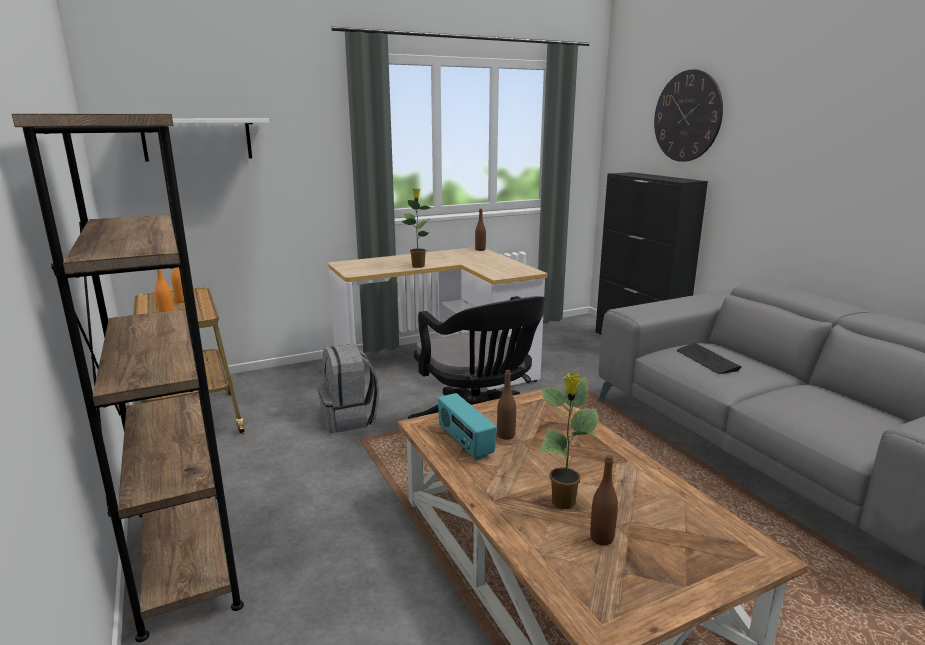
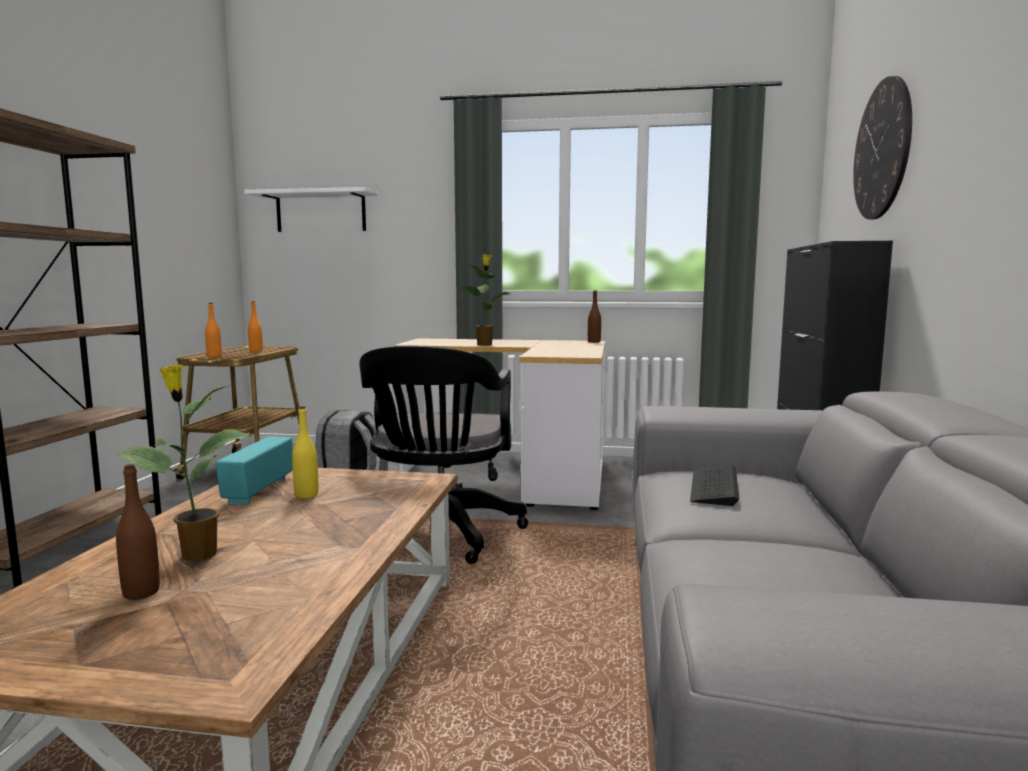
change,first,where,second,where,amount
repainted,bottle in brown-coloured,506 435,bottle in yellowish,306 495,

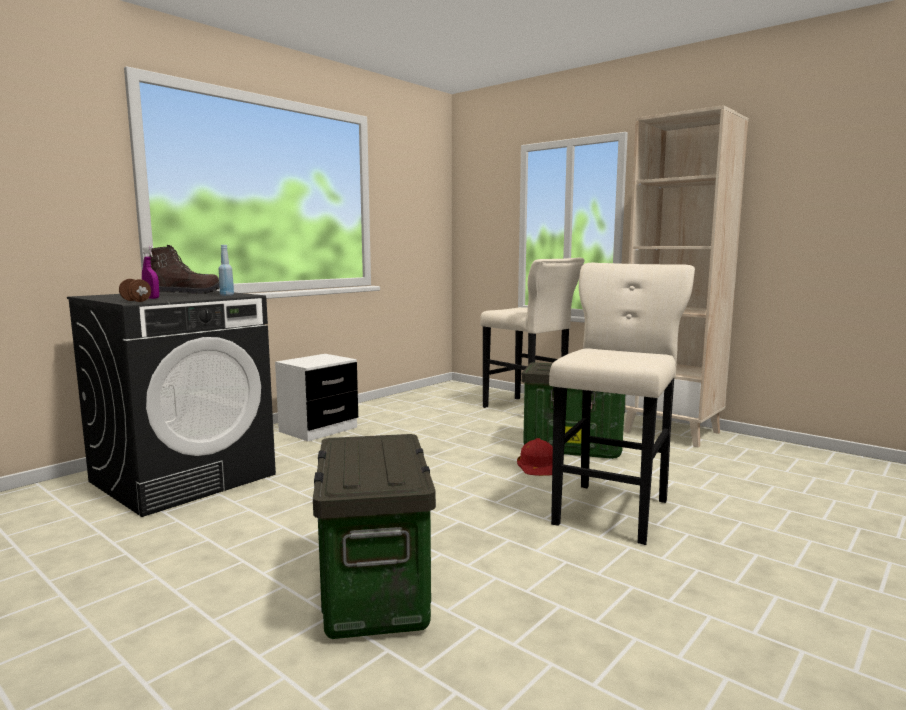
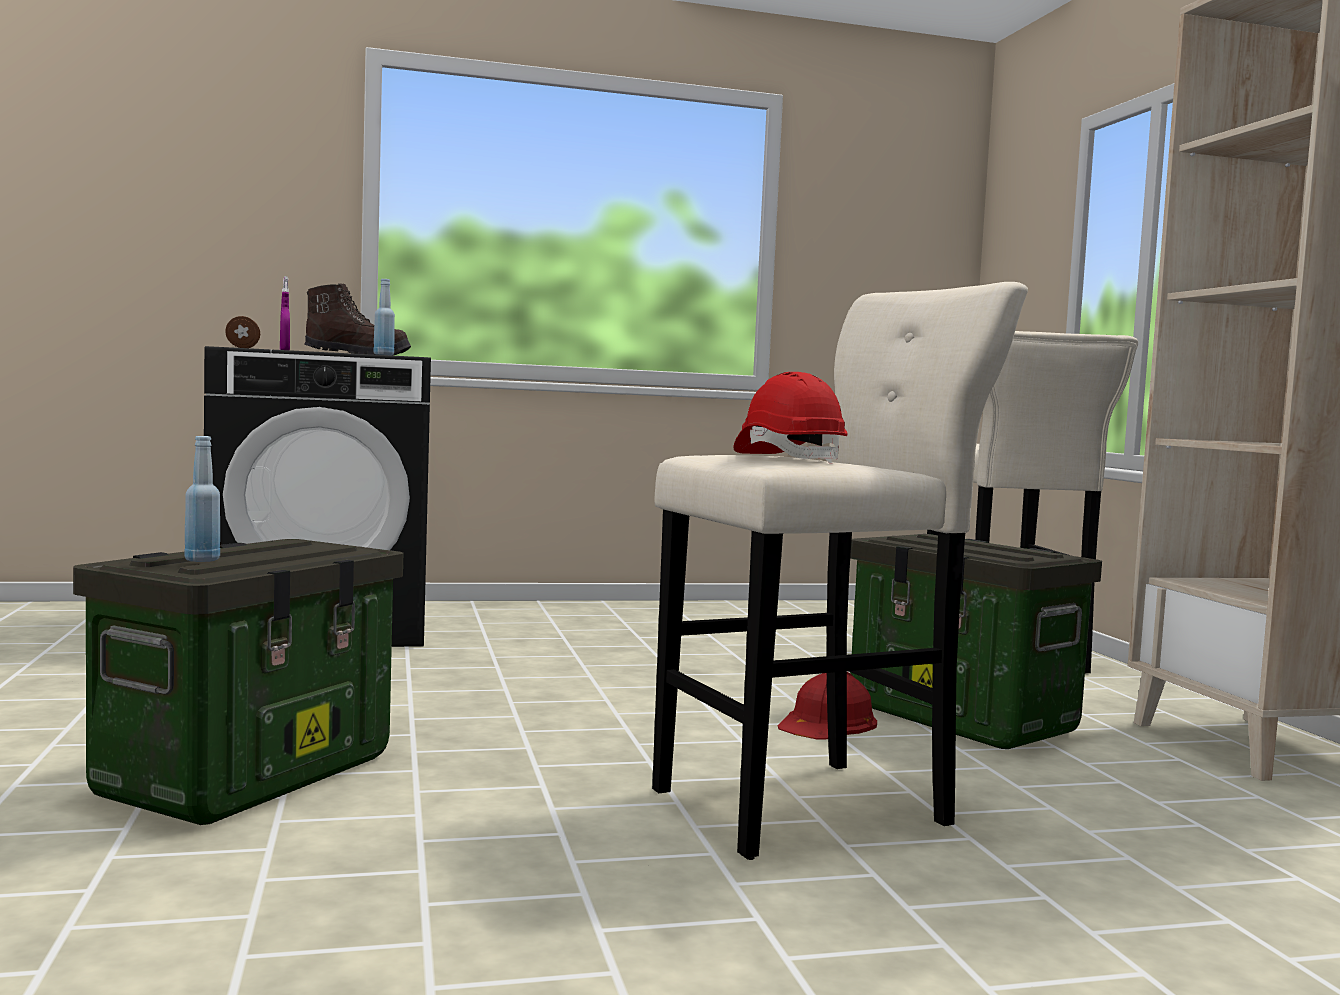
change,first,where,second,where,amount
gone,night table in whitish,318 429,,,
new,,,hard hat in reddish,789 459,
new,,,bottle in bluish,202 560,

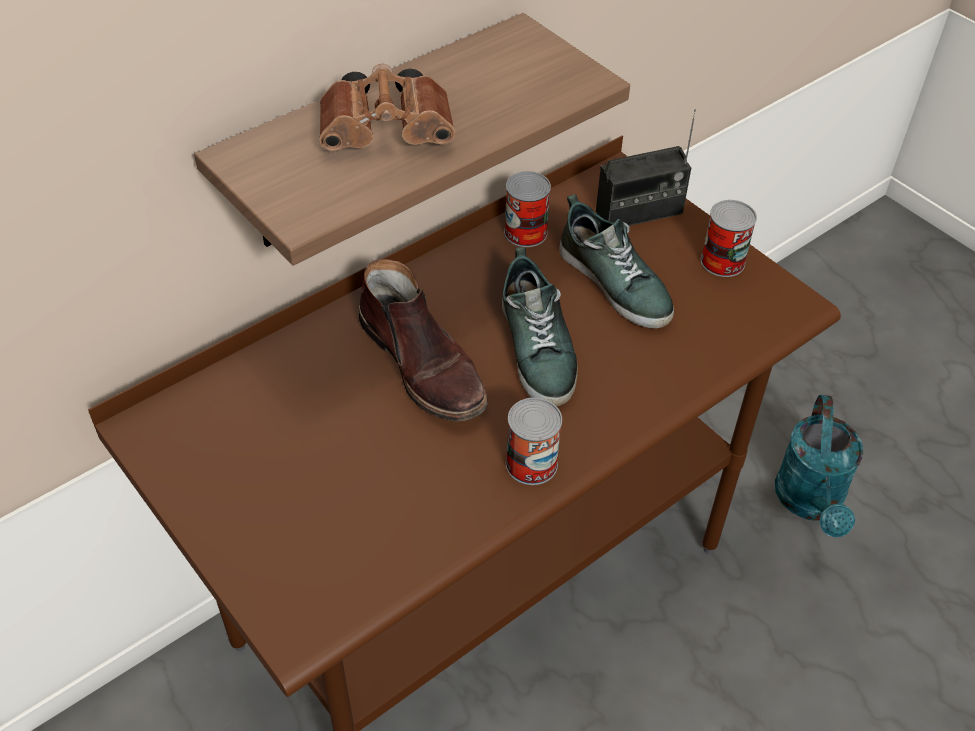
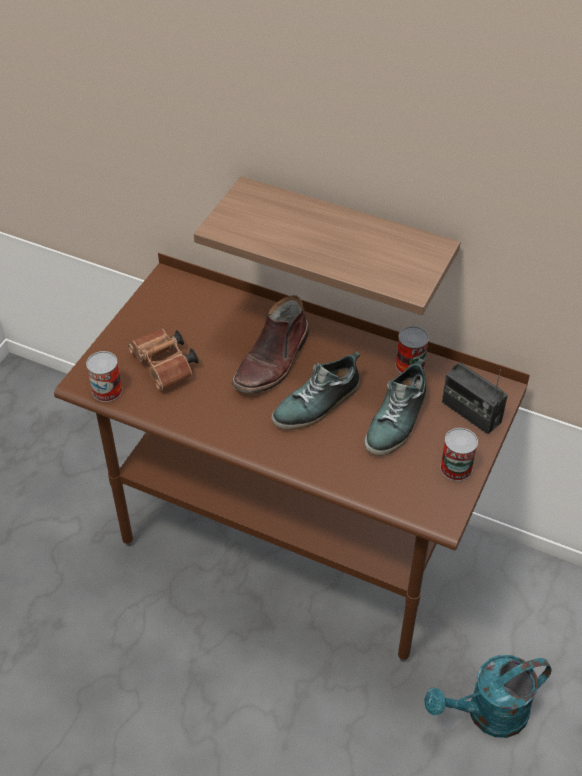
change,first,where,second,where,amount
shifted,binoculars in brown-coloured,390 133,,165 368,
shifted,metal can,531 464,,107 390,

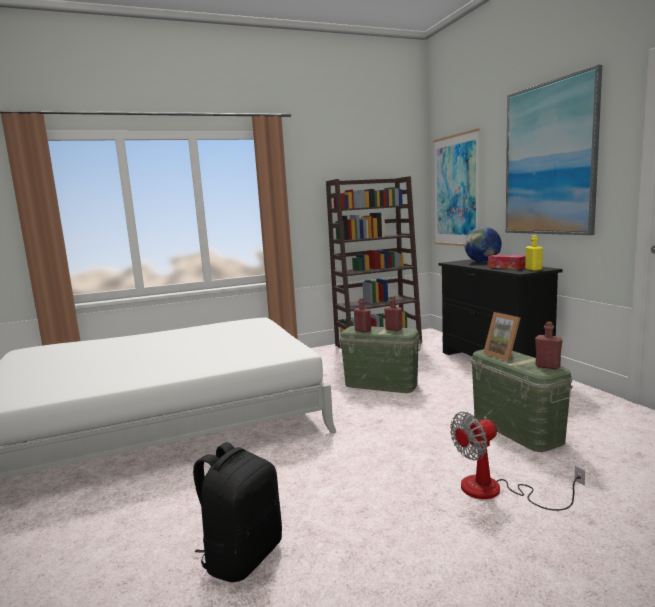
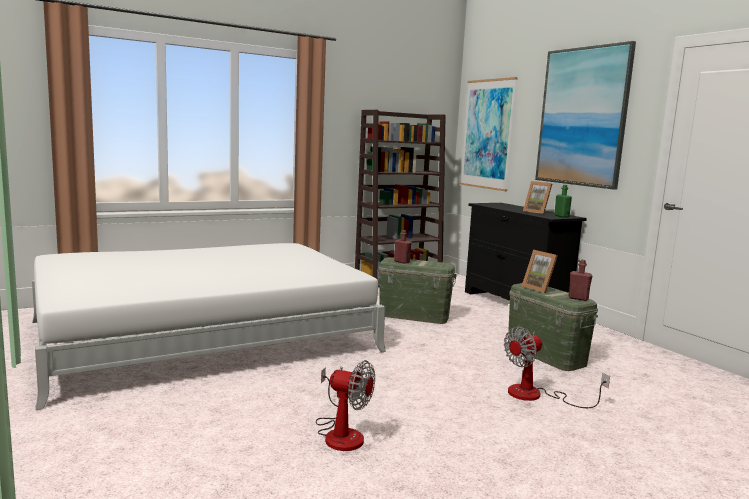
change,first,where,second,where,amount
gone,globe,482 262,,,
repainted,bottle in yellowish,533 269,bottle in green,561 216,
swapped,tissue holder,507 267,standing frame,537 212,
gone,bottle in reddish,393 329,,,
swapped,knapsack in black-coloured,242 555,fan,341 433,

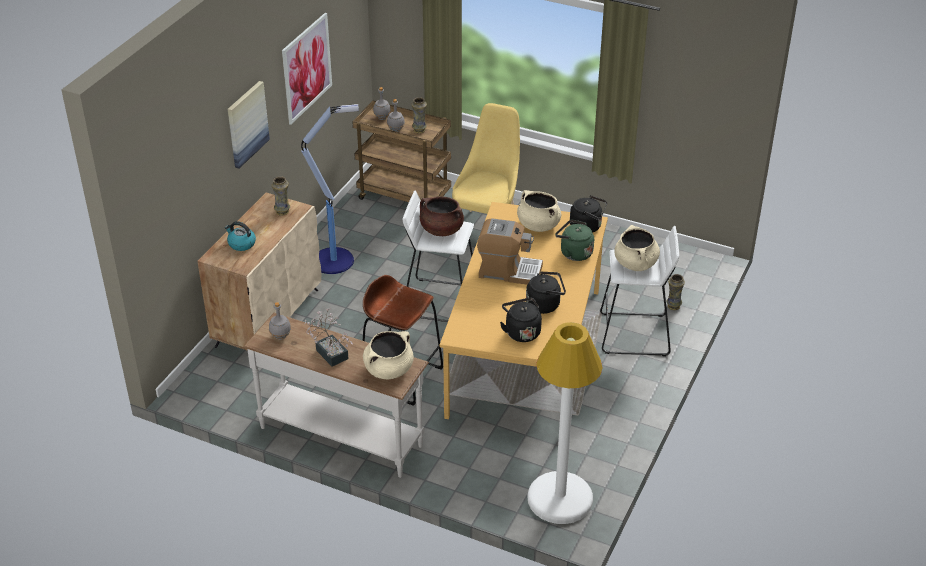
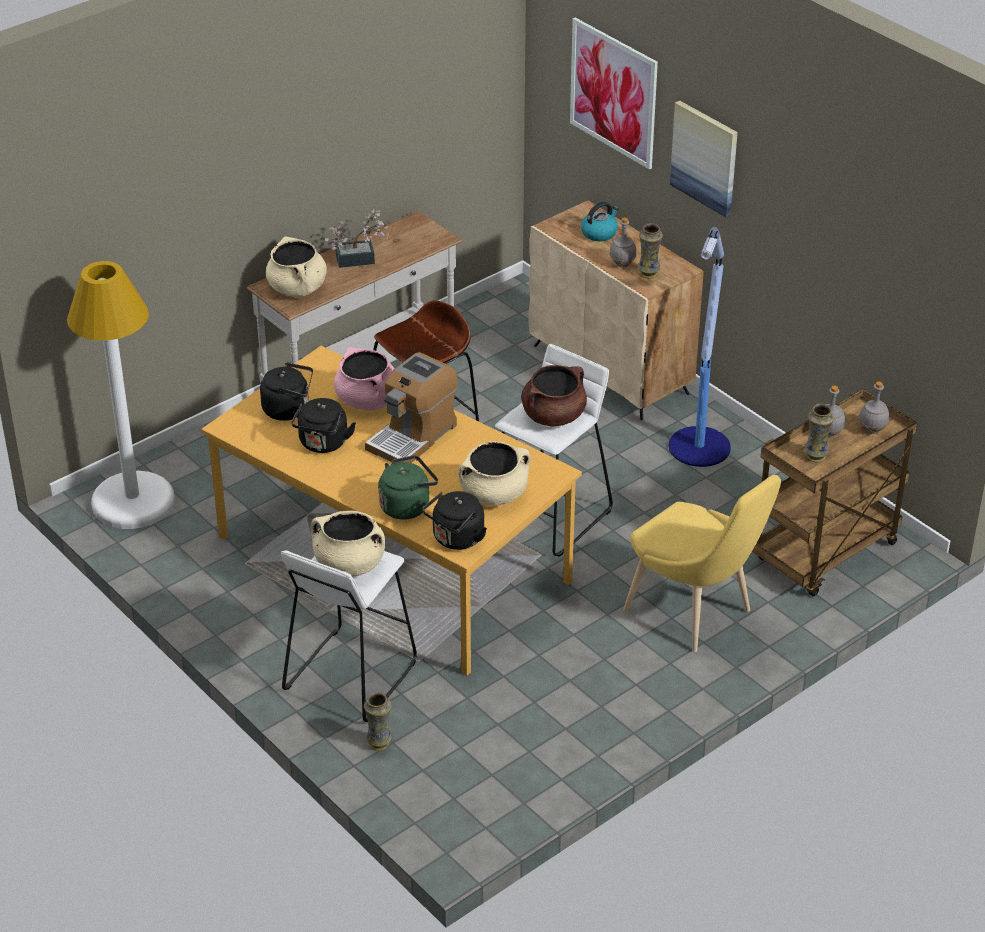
change,first,where,second,where,amount
shifted,picture,307 68,,613 92,
shifted,bottle in grey,281 336,,622 264,
new,,,stockpot in pinkish,367 400,

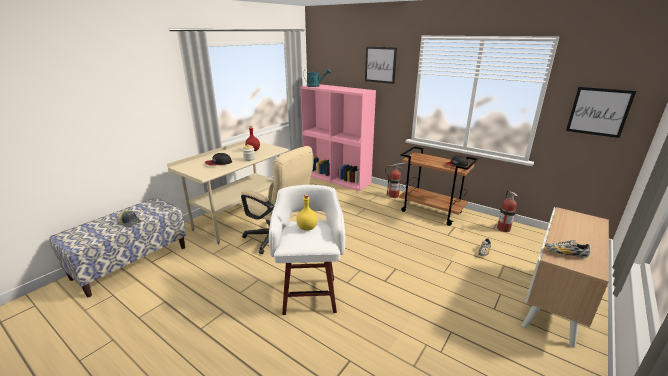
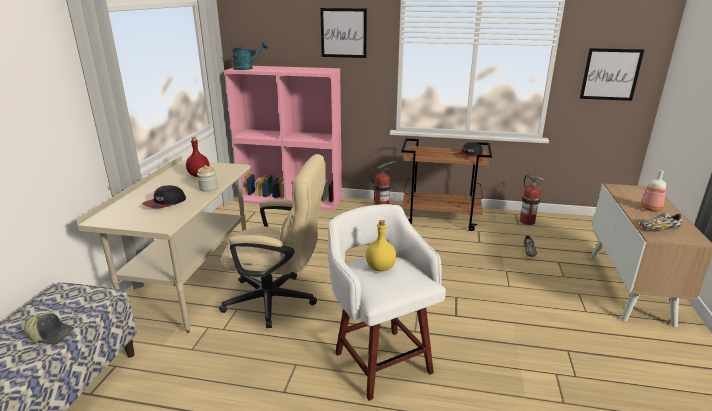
change,first,where,second,where,amount
new,,,bottle,651 209,

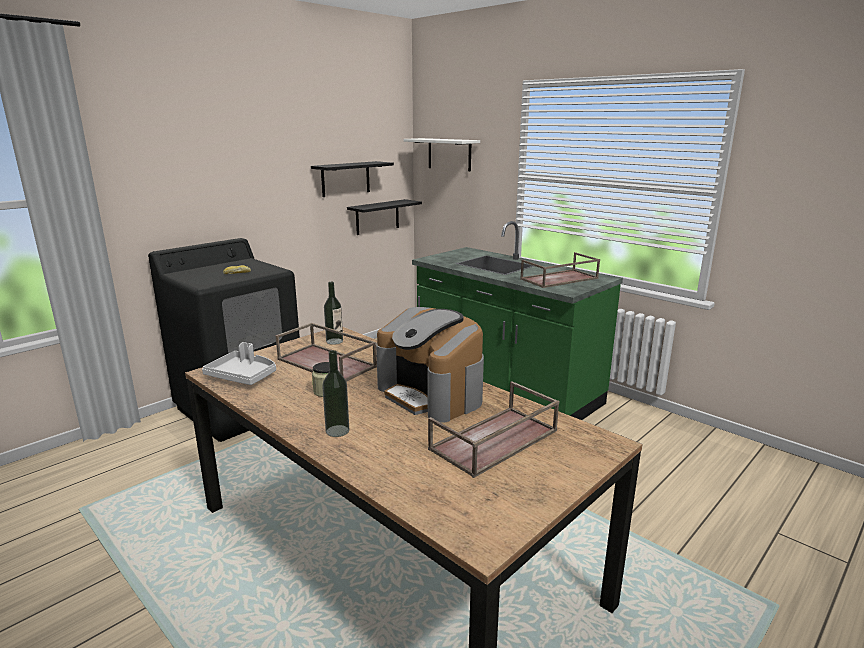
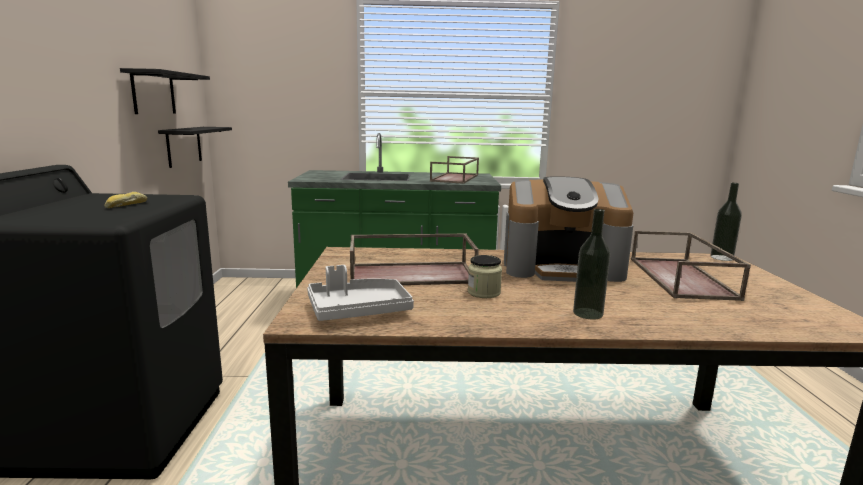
change,first,where,second,where,amount
gone,wall shelf in whitish,449 154,,,
shifted,bottle,334 341,,721 258,

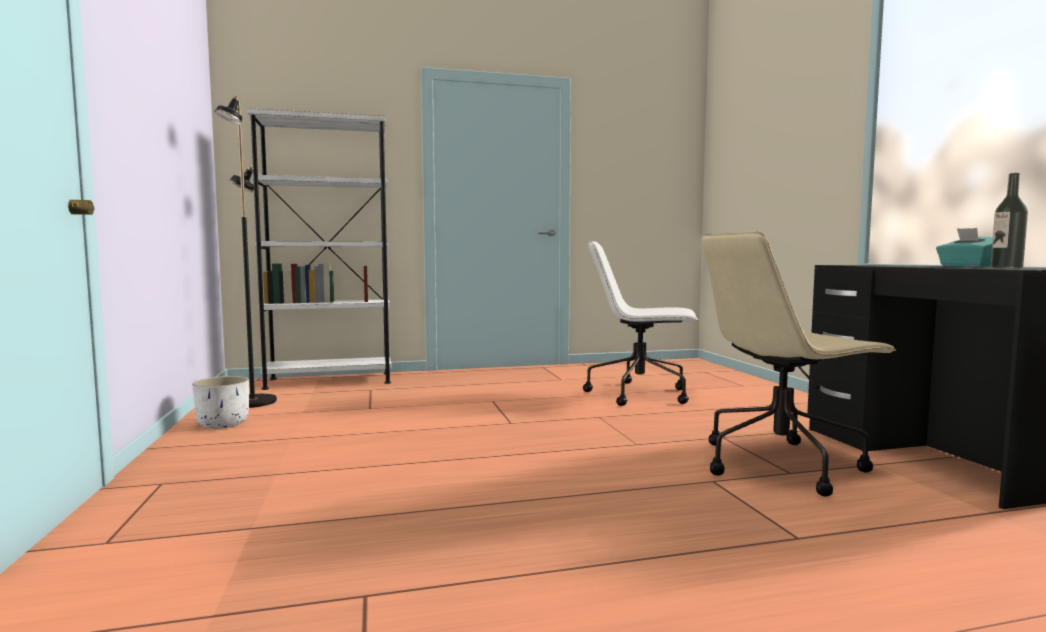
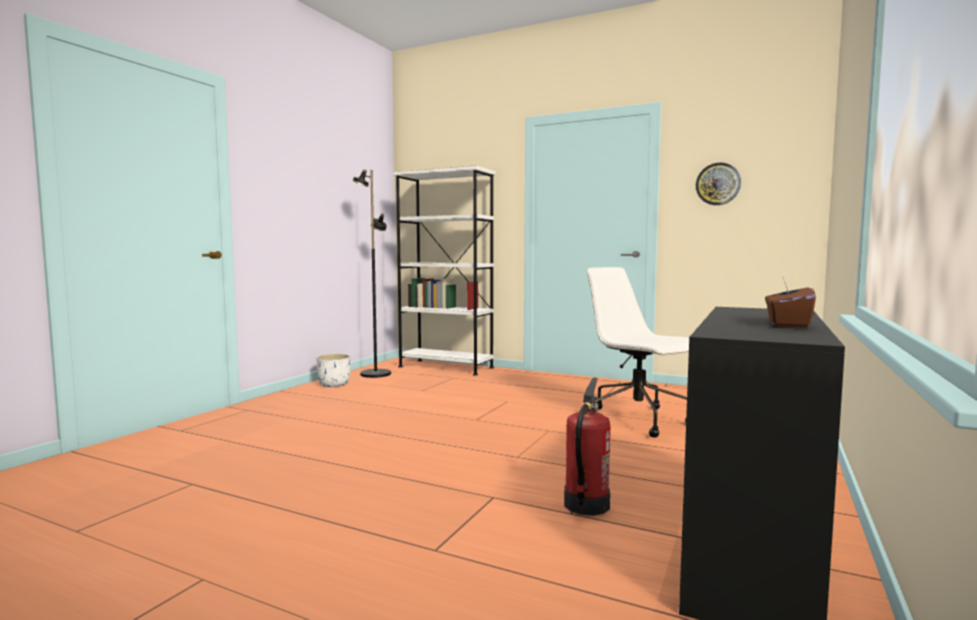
change,first,where,second,where,amount
gone,bottle,1006 268,,,
repainted,tissue holder in turquoise-coloured,967 266,tissue holder in brown-coloured,787 324,
swapped,computer chair in sand-coloured,781 463,fire extinguisher,586 505,
new,,,clock on the wall,718 184,

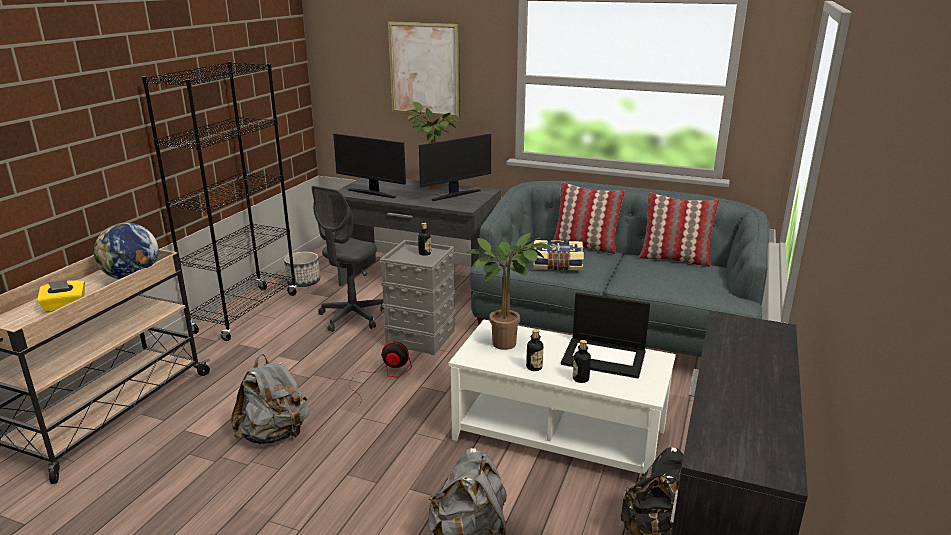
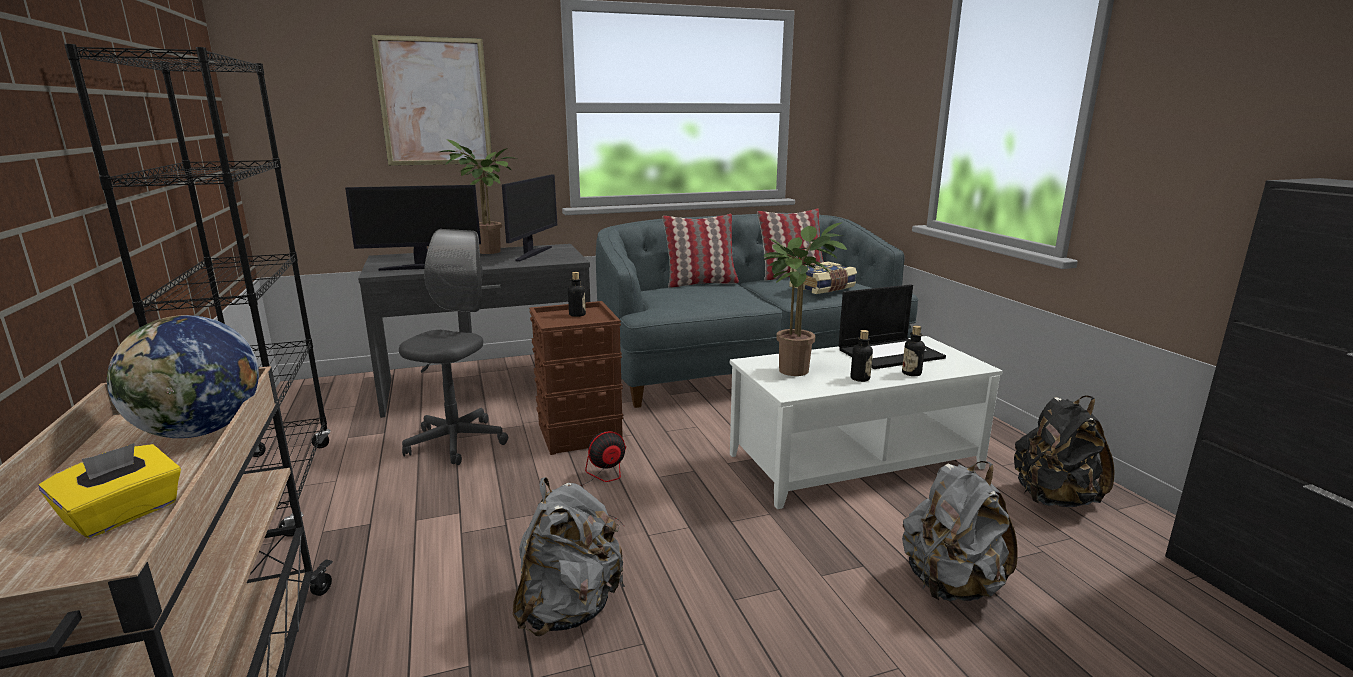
change,first,where,second,where,amount
rotated,computer chair in grey,352 317,,456 442,150 degrees counterclockwise
repainted,storage bin in grey,421 338,storage bin in brown-coloured,580 433,
shifted,bound book,557 264,,823 288,
gone,plant pot,304 282,,,

